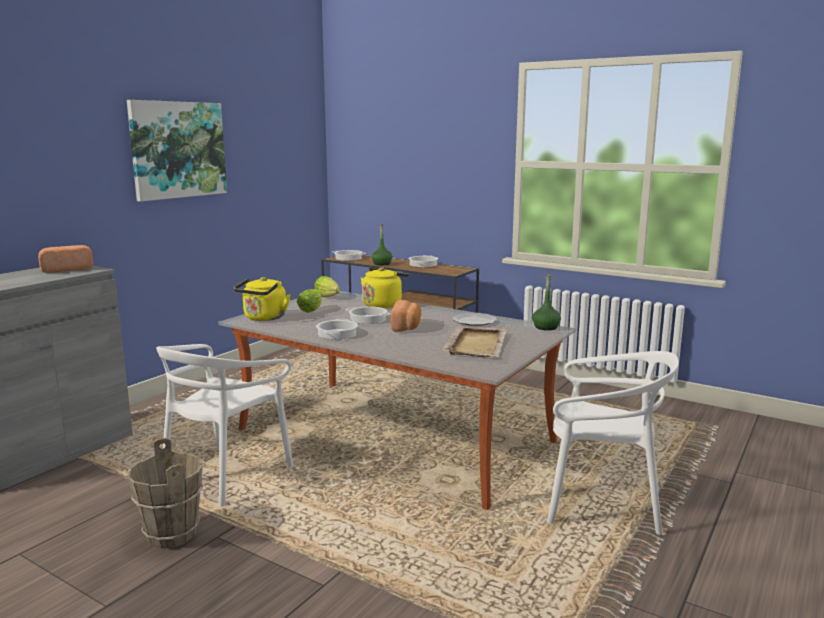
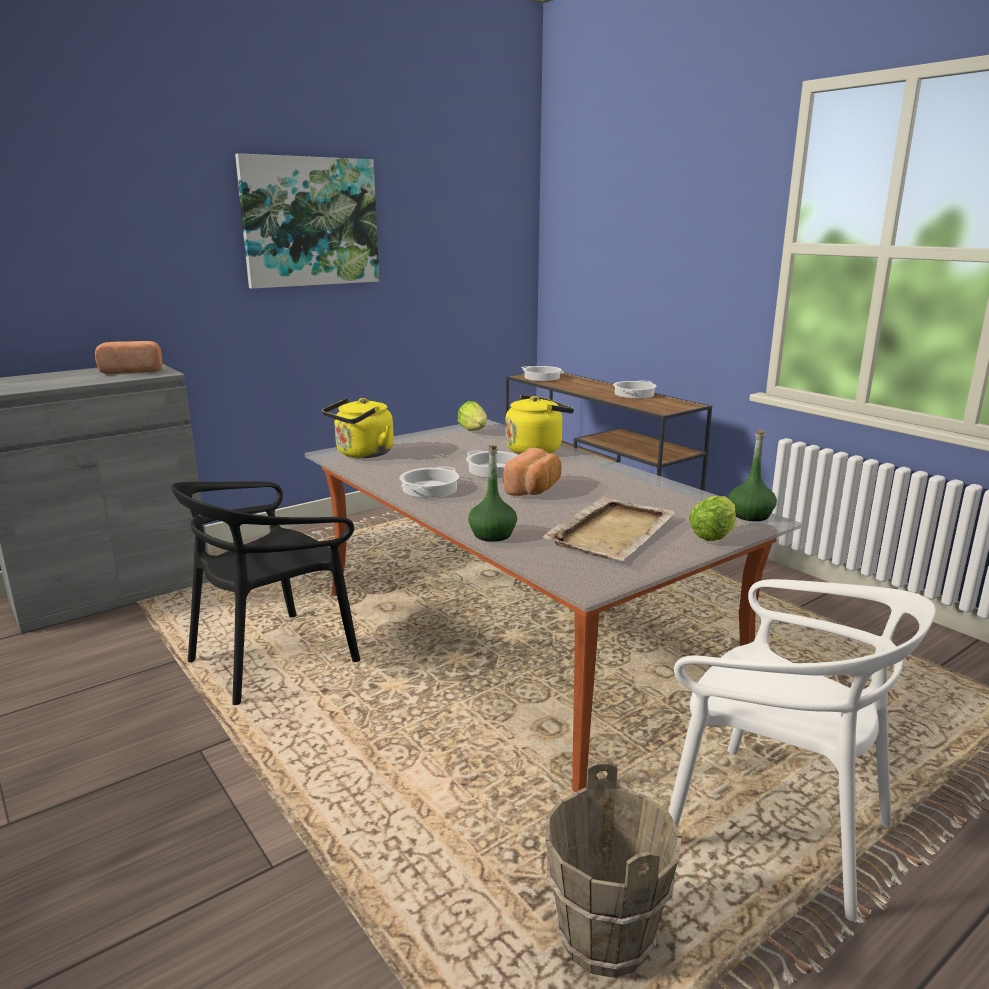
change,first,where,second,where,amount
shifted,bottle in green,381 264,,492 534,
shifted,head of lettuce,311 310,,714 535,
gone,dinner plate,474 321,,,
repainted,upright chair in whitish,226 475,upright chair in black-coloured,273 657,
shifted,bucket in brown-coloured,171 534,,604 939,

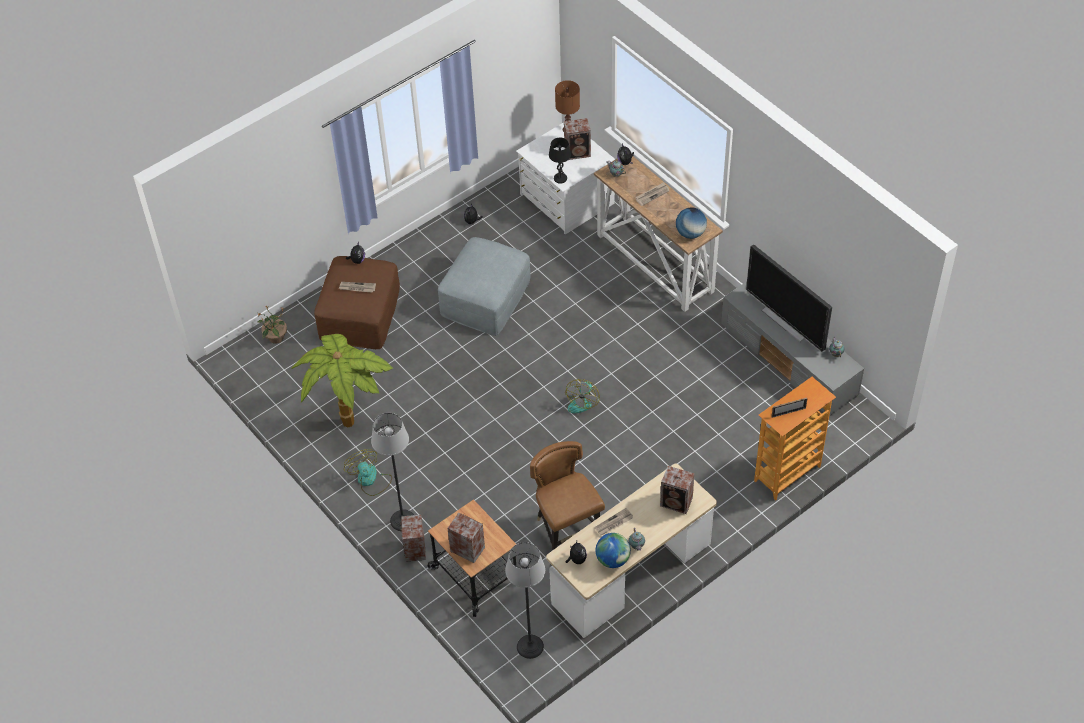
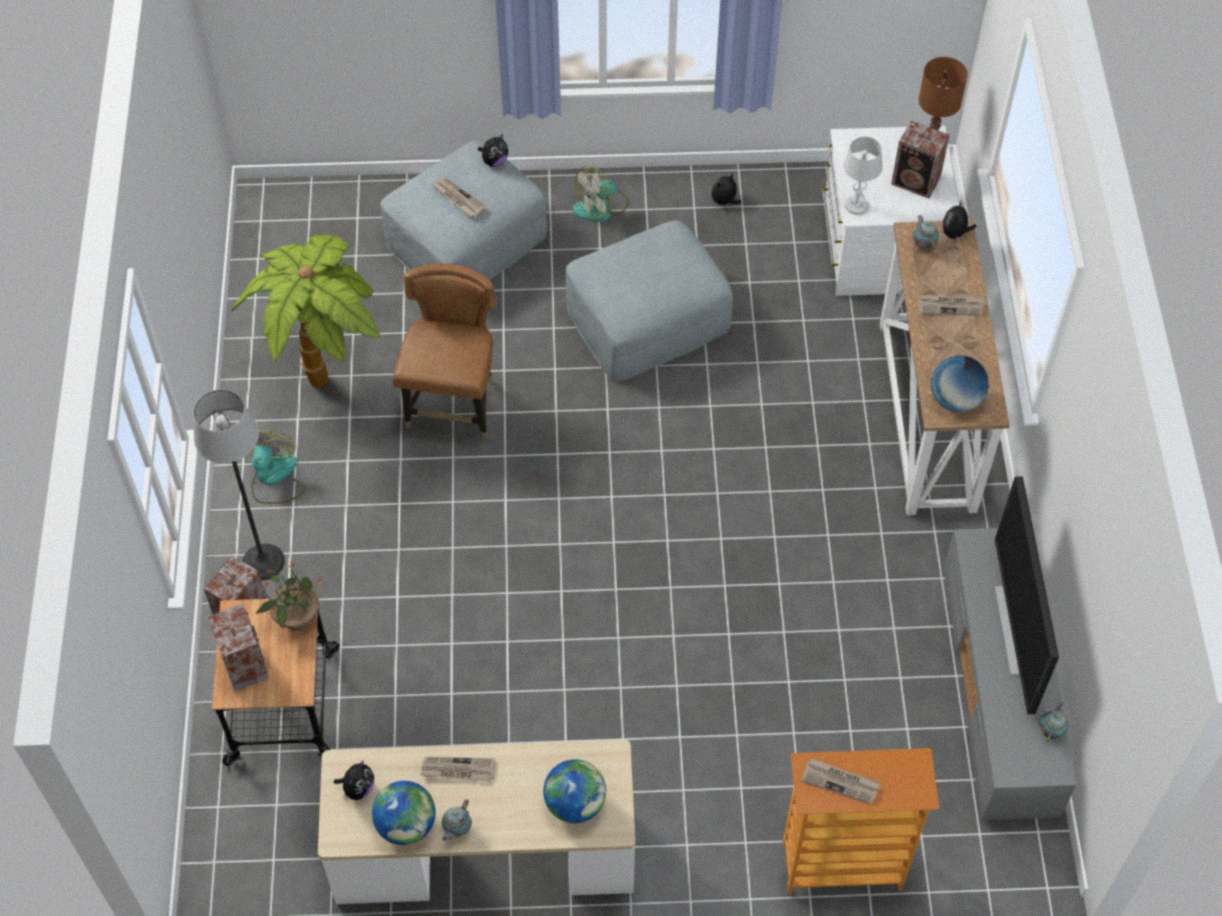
change,first,where,second,where,amount
repainted,table lamp in black-coloured,560 178,table lamp in whitish,856 205,
repainted,pouffe in brown-coloured,359 314,pouffe in grey,466 240,
shifted,plant in a pot,275 338,,296 618,
shifted,fan,582 401,,601 207,
swapped,standing frame,788 412,newspaper,841 782,
shifted,upright chair in brown-coloured,566 529,,454 405,
swapped,loudspeaker,677 502,globe,575 803,
gone,standard lamp,530 646,,,

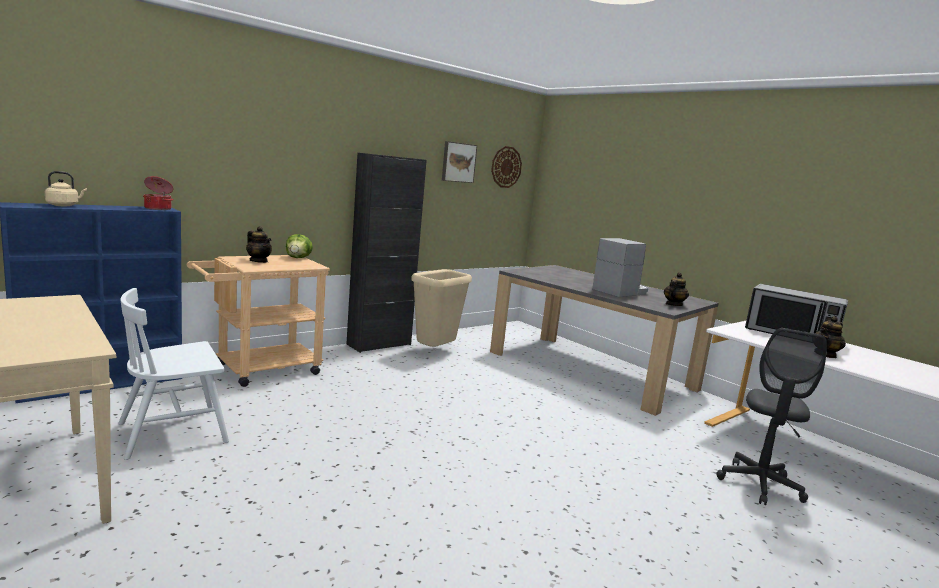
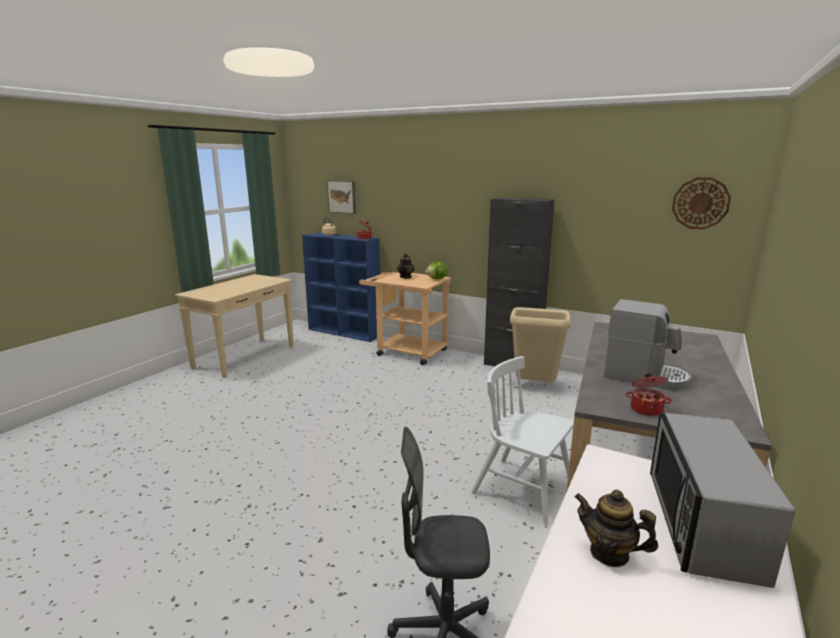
change,first,where,second,where,amount
shifted,picture,458 162,,342 196,
swapped,pot for tea,673 304,stockpot,646 409,
shifted,upright chair in whitish,173 432,,523 489,

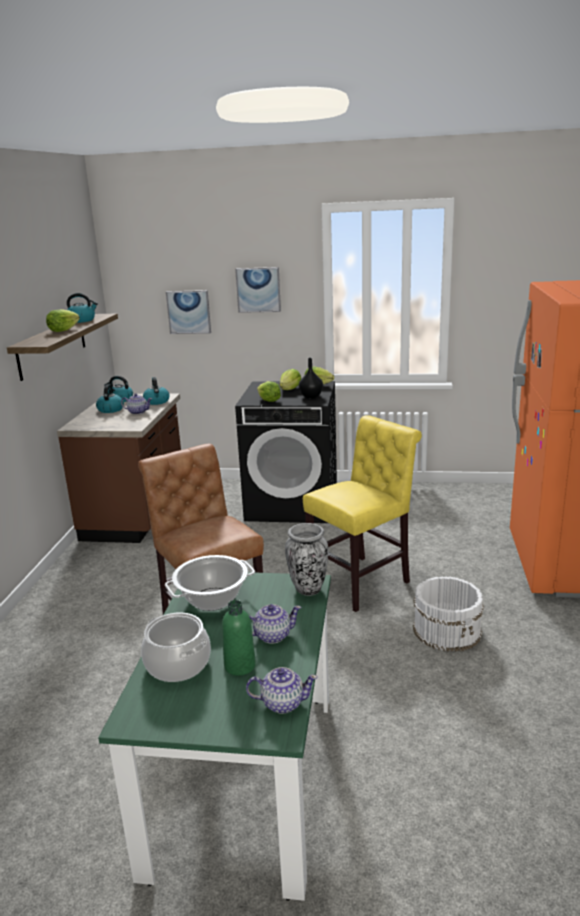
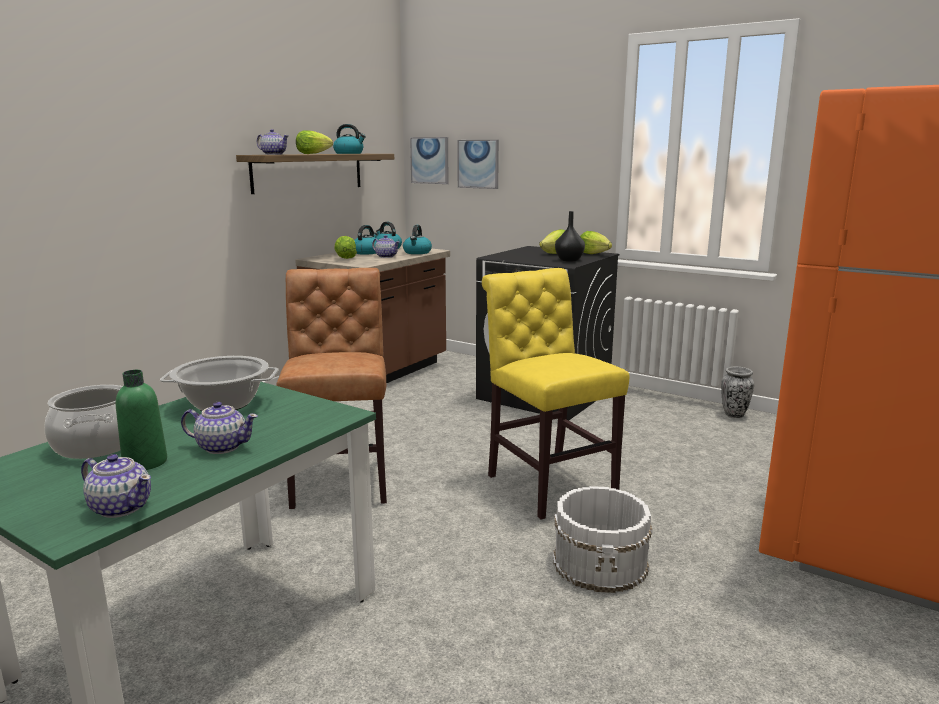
change,first,where,second,where,amount
shifted,picture,258 289,,430 160,
shifted,head of lettuce,269 401,,345 258,
rotated,upright chair in yellowish,363 581,,547 483,105 degrees counterclockwise
shifted,flower vase,308 589,,734 414,
new,,,pot for tea,273 154,

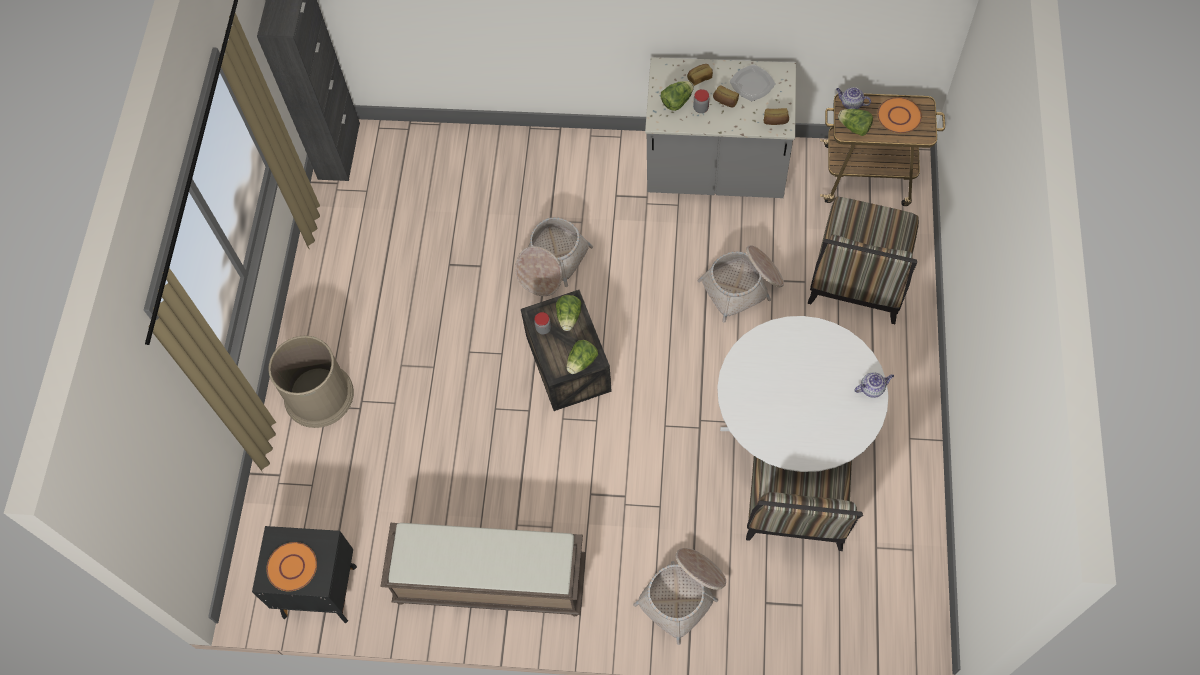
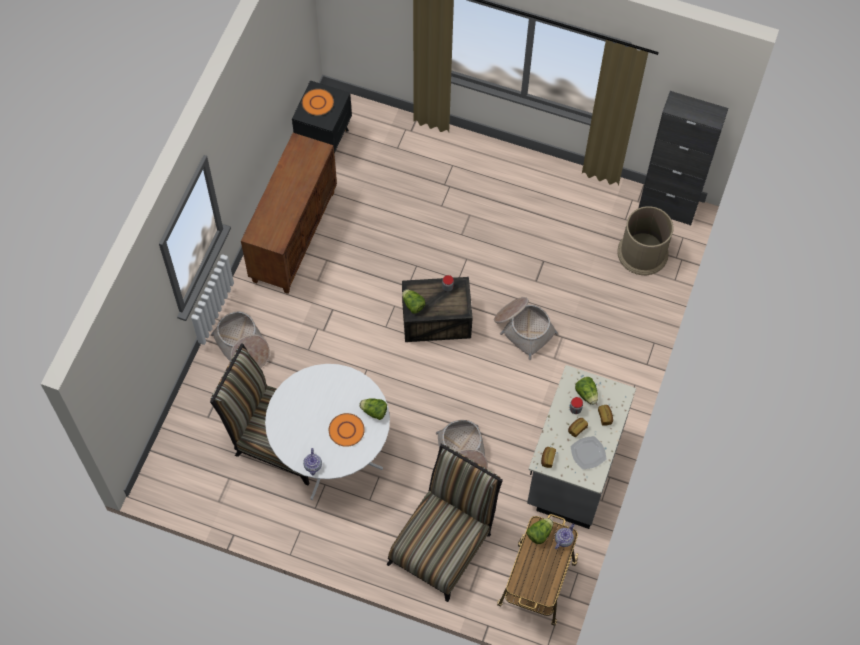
change,first,where,second,where,amount
shifted,dinner plate in orangey,899 116,,346 430,
rotated,upright chair,859 278,,443 543,90 degrees clockwise
shifted,head of lettuce,569 317,,374 411,
shifted,trash can in brown-coloured,318 395,,642 252,
swapped,indoor bench in brown-coloured,489 582,cabinet in brown-coloured,293 236,

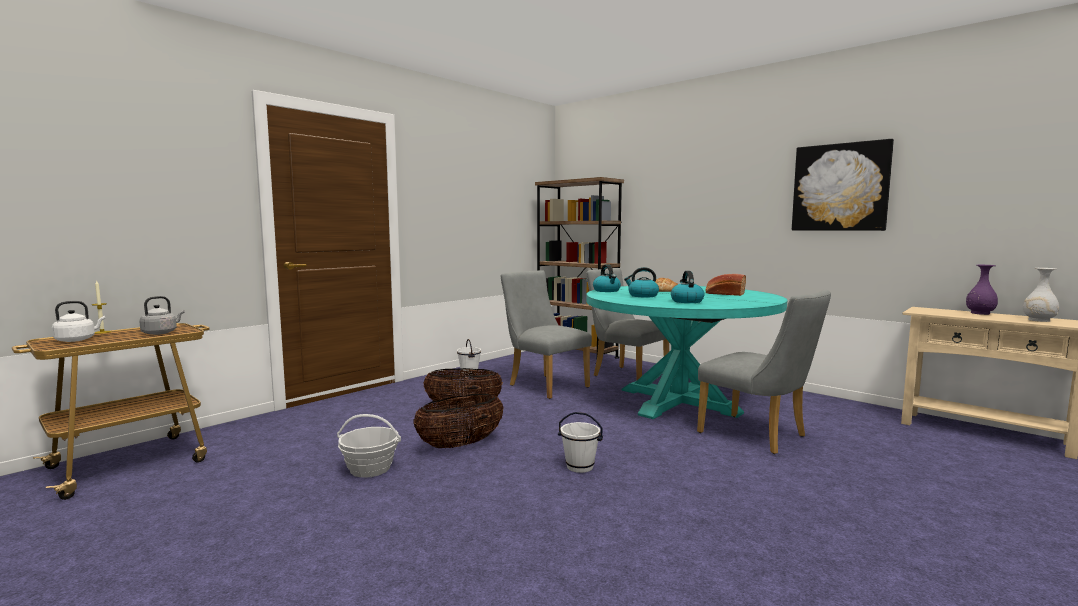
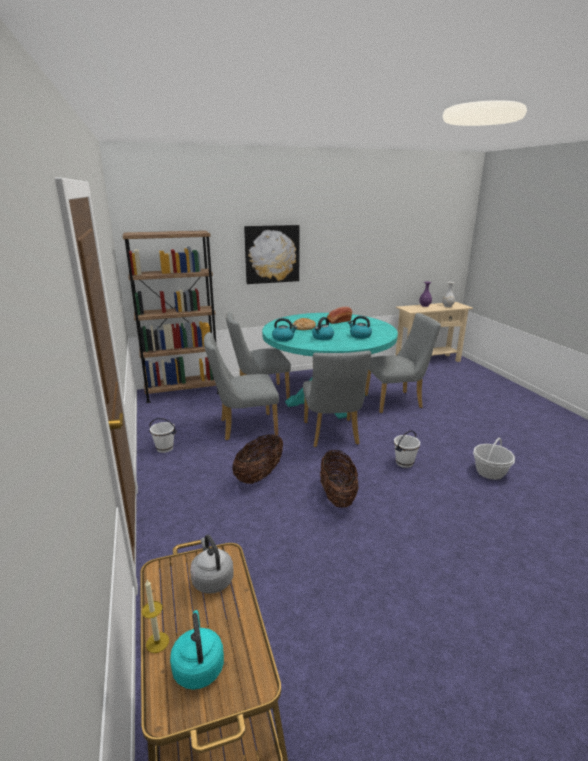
change,first,where,second,where,amount
shifted,picture,840 187,,272 254,
repainted,water kettle in whitish,77 340,water kettle in turquoise-coloured,198 666,
shifted,storage basket,370 469,,490 472,
new,,,upright chair in grey,332 435,

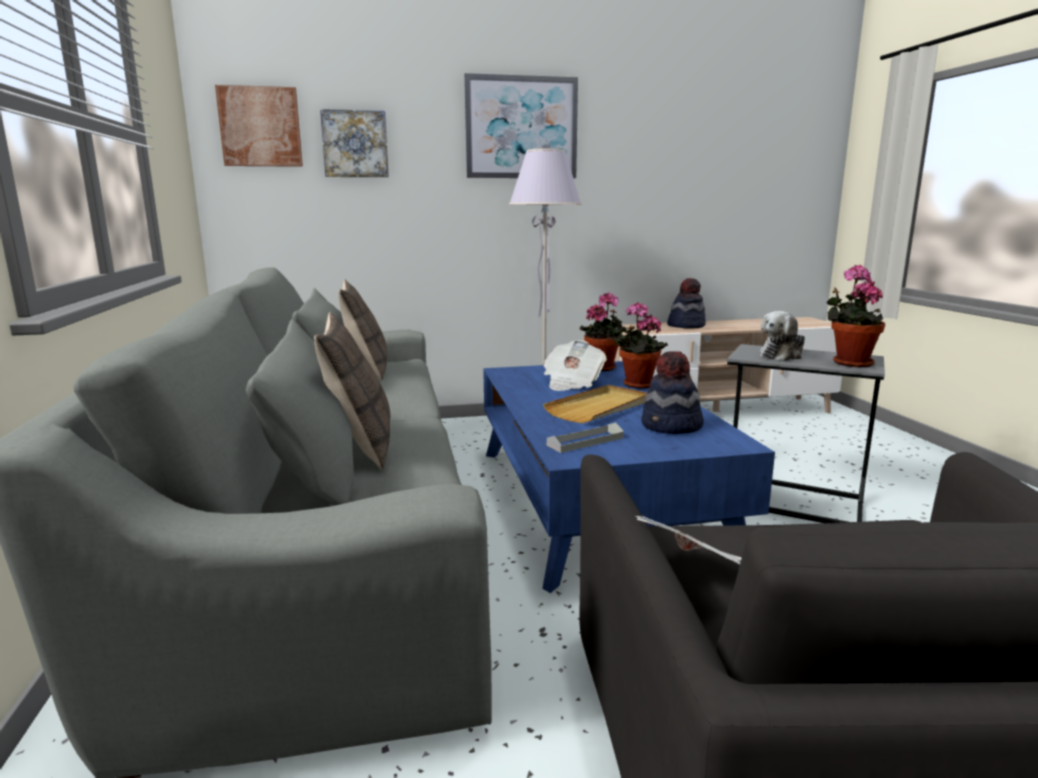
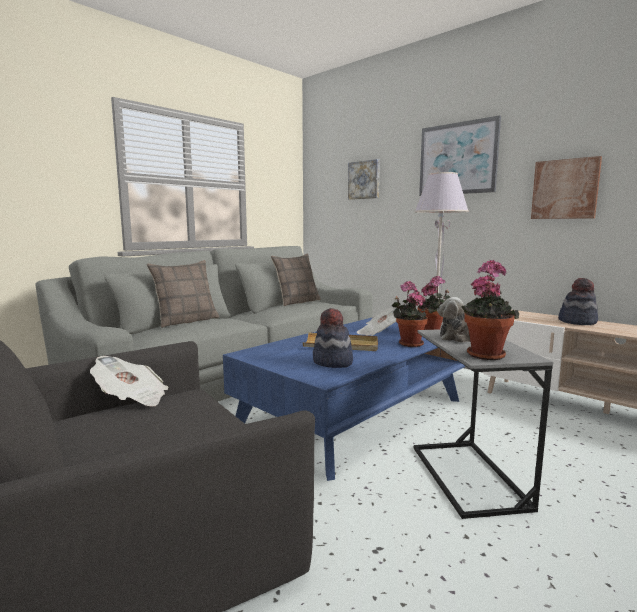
change,first,where,second,where,amount
shifted,picture,260 127,,565 189,
gone,tray in grey,585 441,,,

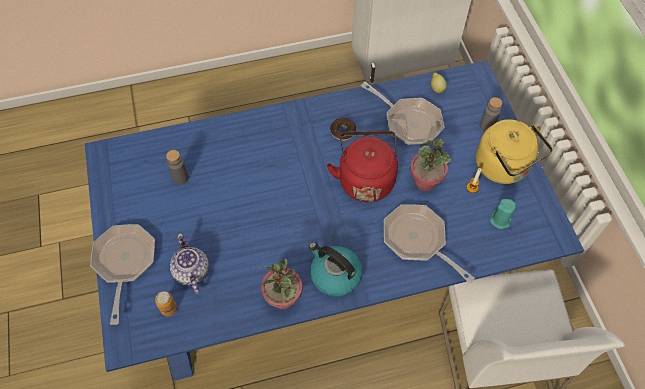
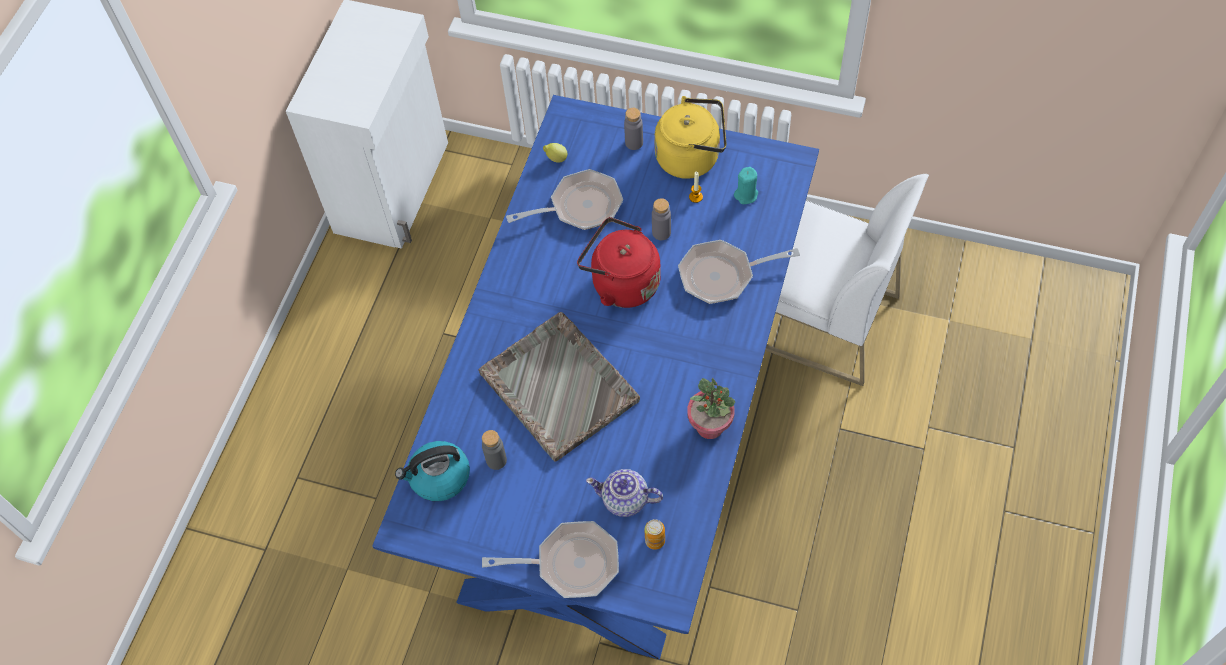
change,first,where,second,where,amount
gone,ring doughnut,343 131,,,
swapped,plant in a pot,425 181,bottle in grey,661 232,
rotated,skillet,124 263,,570 563,150 degrees clockwise
shifted,water kettle,334 275,,439 477,
new,,,tray in grey,558 386,

